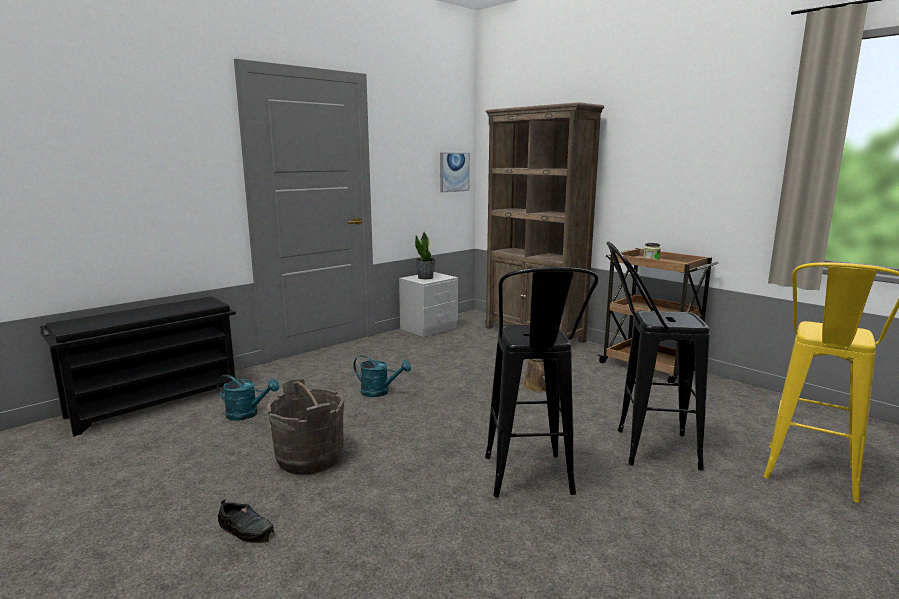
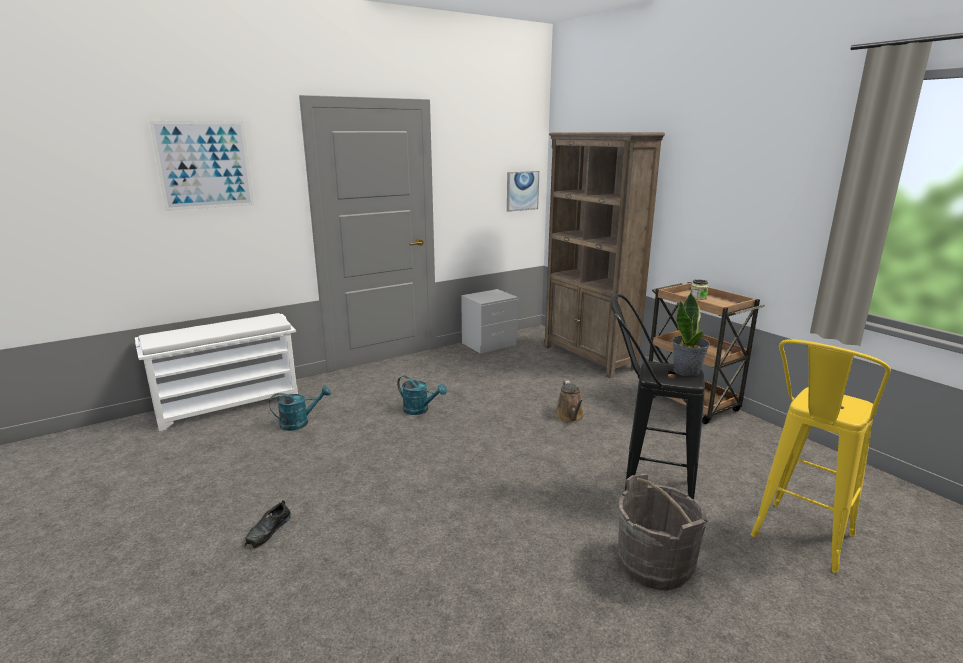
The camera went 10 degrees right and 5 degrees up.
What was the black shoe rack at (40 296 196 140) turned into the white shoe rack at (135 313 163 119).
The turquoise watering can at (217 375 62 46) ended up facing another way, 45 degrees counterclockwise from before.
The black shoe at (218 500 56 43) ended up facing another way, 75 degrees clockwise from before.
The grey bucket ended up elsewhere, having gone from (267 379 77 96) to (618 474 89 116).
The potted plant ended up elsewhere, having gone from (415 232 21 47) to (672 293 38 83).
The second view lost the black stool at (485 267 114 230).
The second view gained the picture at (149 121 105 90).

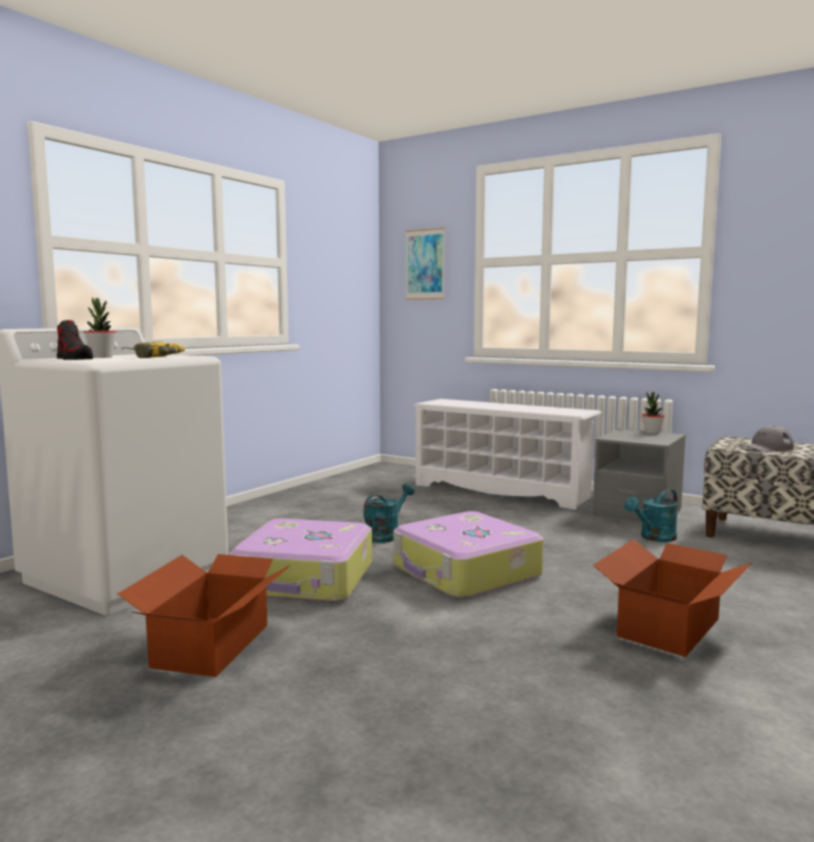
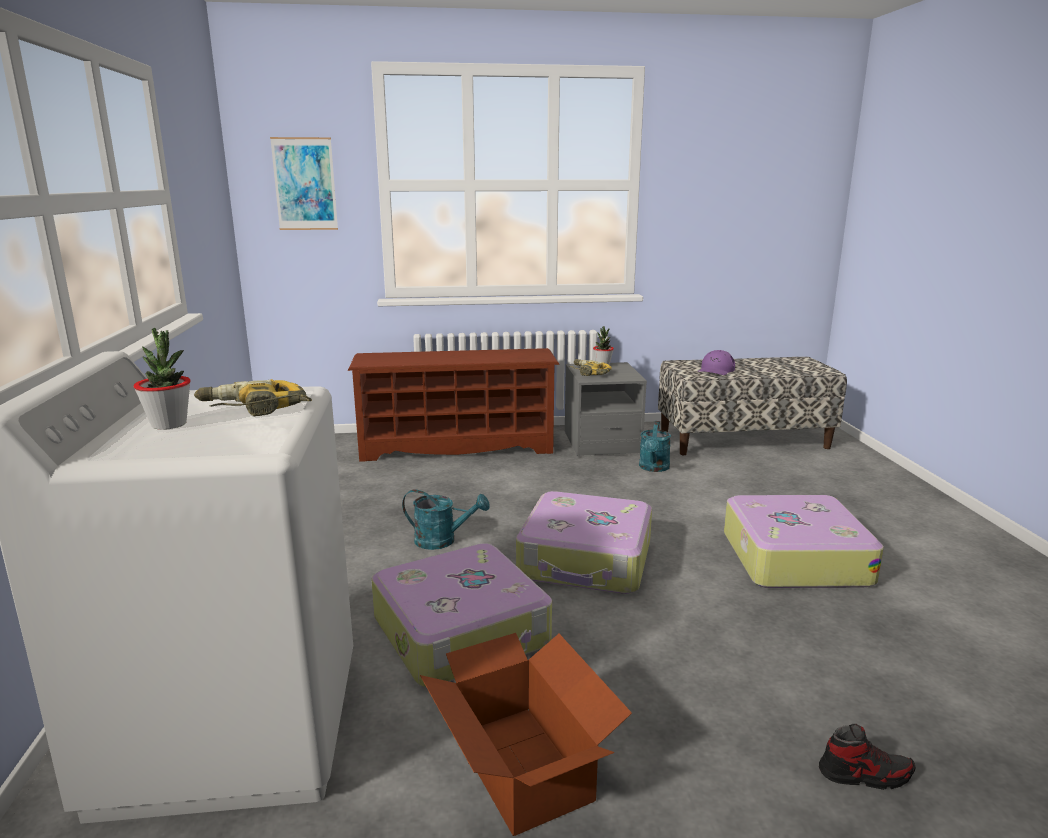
The camera went 40 degrees left and 10 degrees up.
The shoe ended up elsewhere, having gone from (57 320 36 40) to (819 724 97 66).
The turquoise watering can at (363 483 52 60) ended up facing another way, 105 degrees clockwise from before.
What was the white shoe rack at (413 399 189 111) turned into the brown shoe rack at (348 348 211 114).
Where the cardboard box stood at (593 539 159 118), the suitcase came to stand at (724 495 160 93).
What was the grey cap at (739 426 55 26) turned into the purple cap at (698 350 37 25).
The second view gained the power drill at (568 359 44 17).

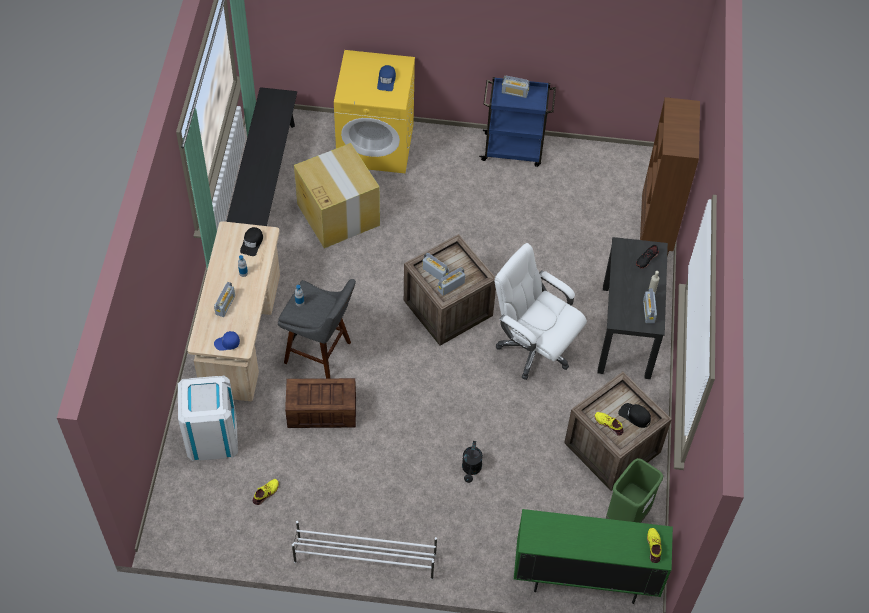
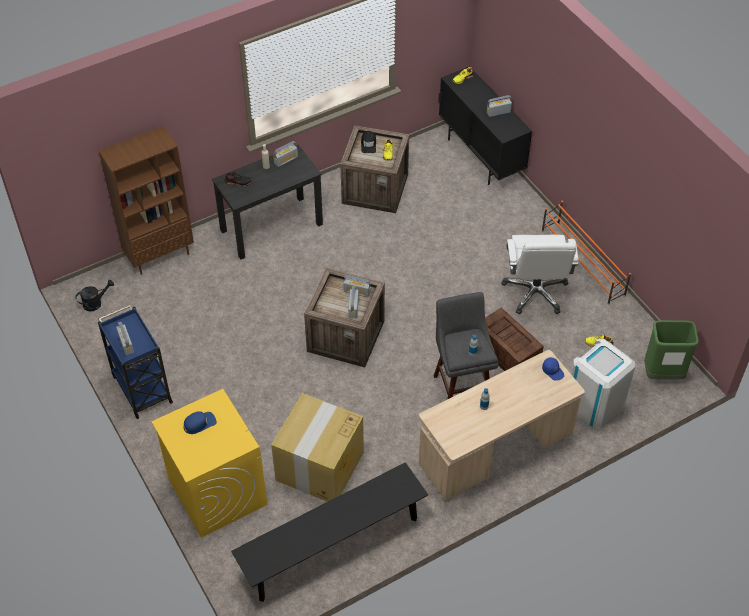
The camera went 125 degrees left and 5 degrees down.
The radio ended up elsewhere, having gone from (214 282 21 35) to (487 95 25 22).
The second view lost the black cap at (240 227 23 29).
What was the white shoe rack at (292 521 145 59) turned into the orange shoe rack at (542 201 89 104).
The black watering can ended up elsewhere, having gone from (462 441 21 42) to (75 280 39 32).
The white office chair ended up elsewhere, having gone from (494 243 93 137) to (501 235 78 79).
What was the green cabinet at (514 509 159 95) turned into the black cabinet at (438 66 94 119).
The green trash can ended up elsewhere, having gone from (606 458 57 65) to (644 320 55 59).

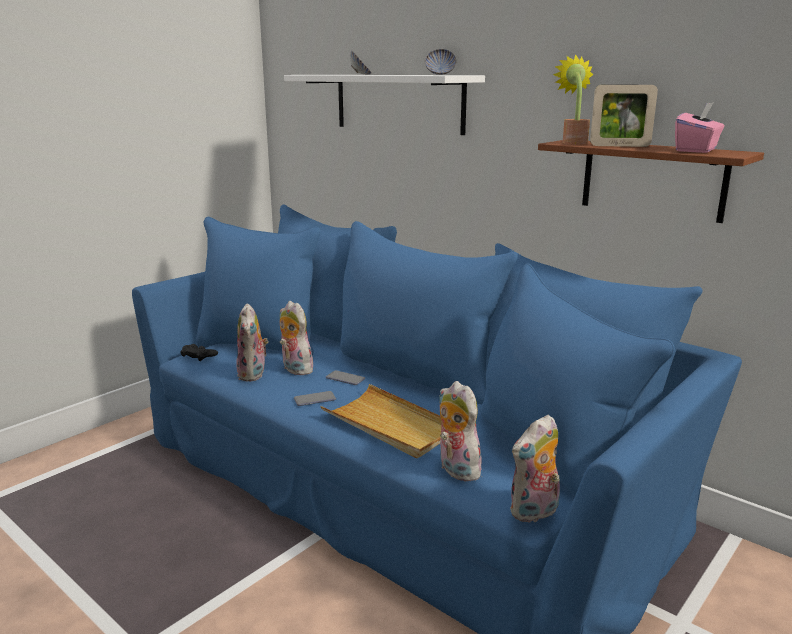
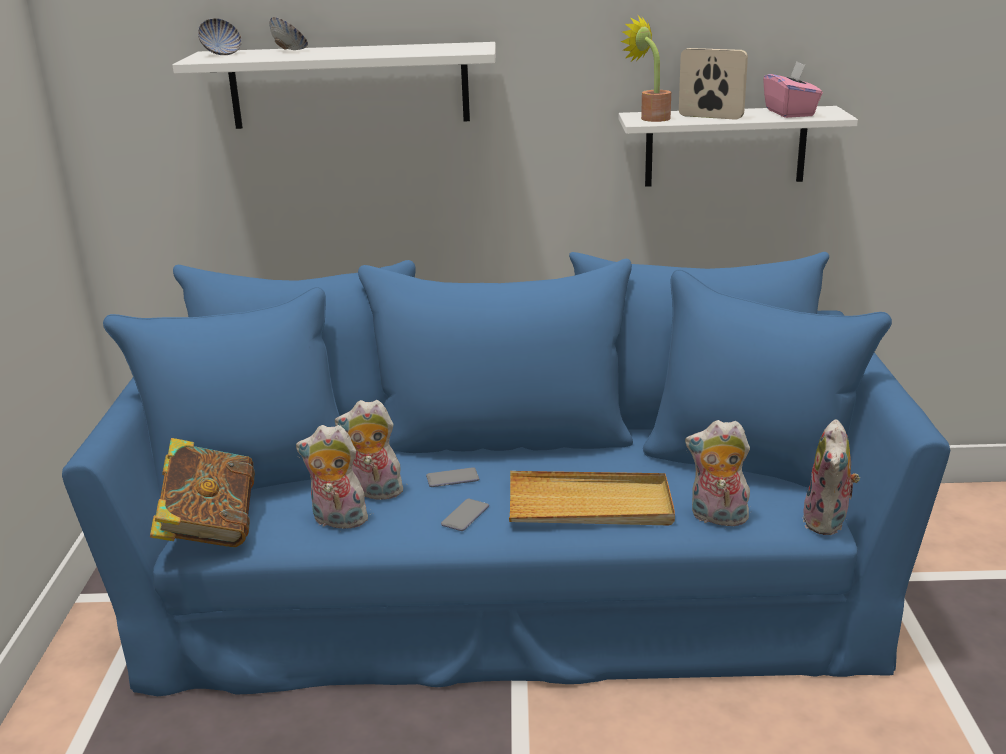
The camera went 40 degrees left and 5 degrees up.
Where the black game controller stood at (180 344 38 17), the book came to stand at (150 438 105 109).
The plush toy at (236 303 33 78) ended up facing another way, 150 degrees clockwise from before.
The bowl ended up elsewhere, having gone from (425 49 31 26) to (198 18 44 37).
What was the brown shelf at (538 140 226 83) turned into the white shelf at (619 106 239 81).
The picture frame at (590 85 68 62) ended up facing another way, 120 degrees counterclockwise from before.

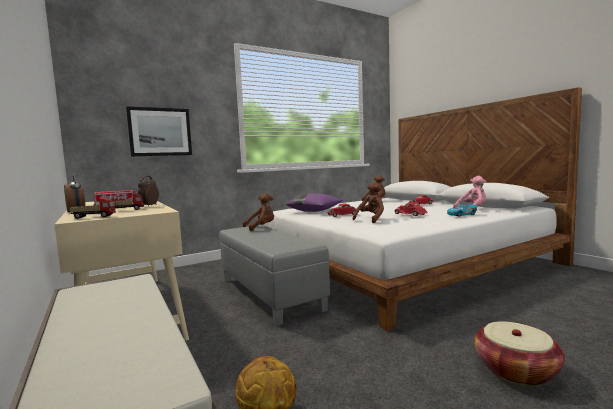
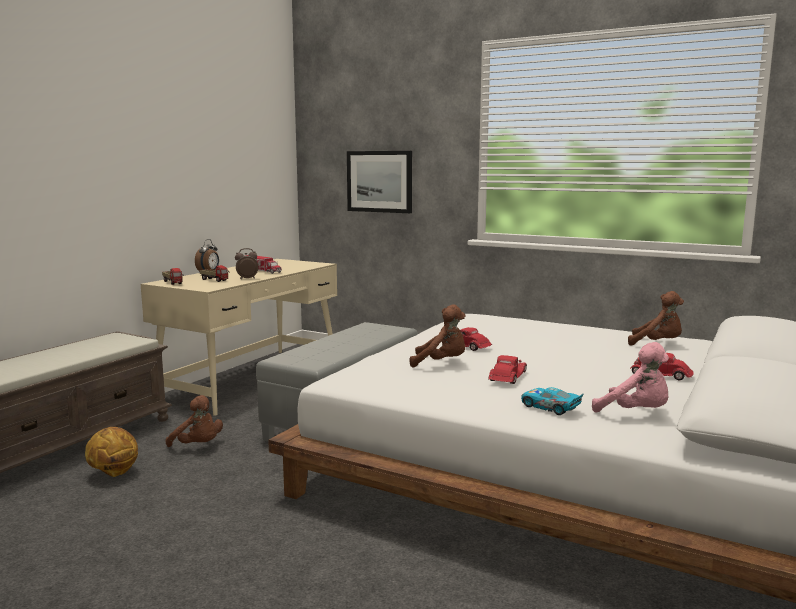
The camera went 60 degrees right and 5 degrees up.
The brown plush toy ended up elsewhere, having gone from (243 193 31 38) to (165 395 58 52).
The second view lost the purple pillow at (286 193 57 19).
The second view lost the basket at (474 321 91 65).

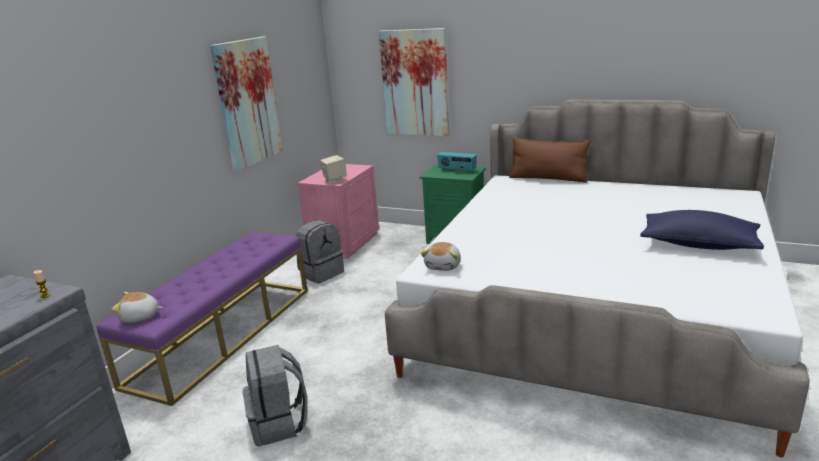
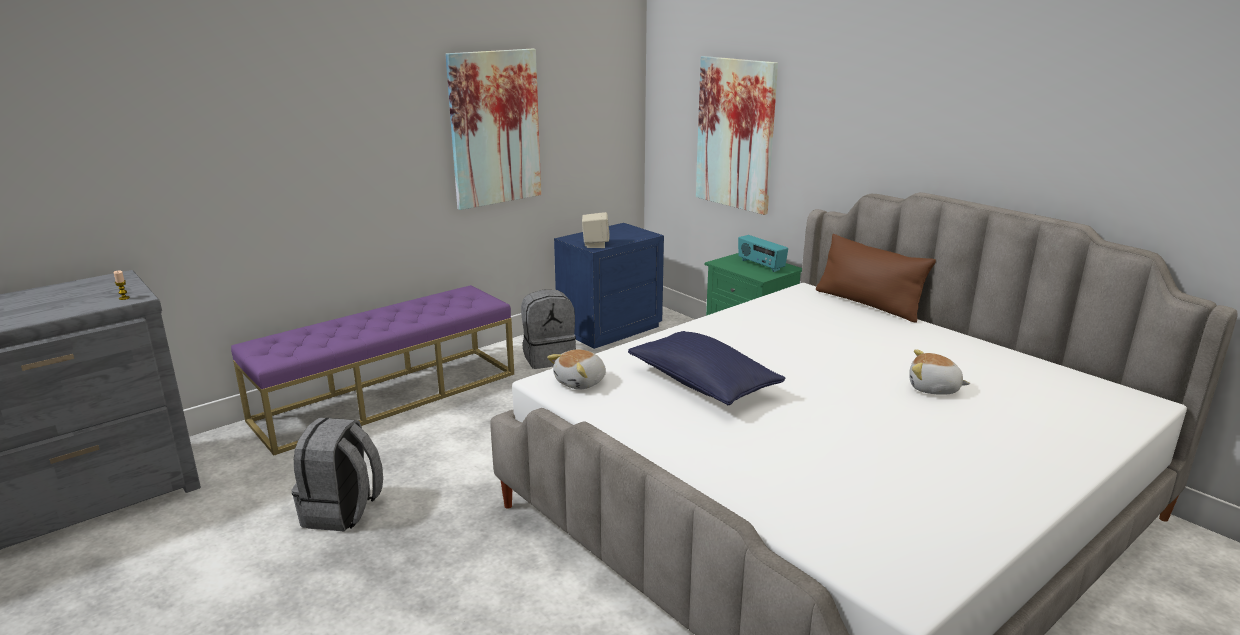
The camera went 25 degrees right and 0 degrees up.
The plush toy ended up elsewhere, having gone from (112 292 51 31) to (909 349 61 46).
What was the pink nightstand at (297 164 82 95) turned into the blue nightstand at (554 223 110 126).
The blue pillow ended up elsewhere, having gone from (640 210 124 40) to (628 331 157 74).

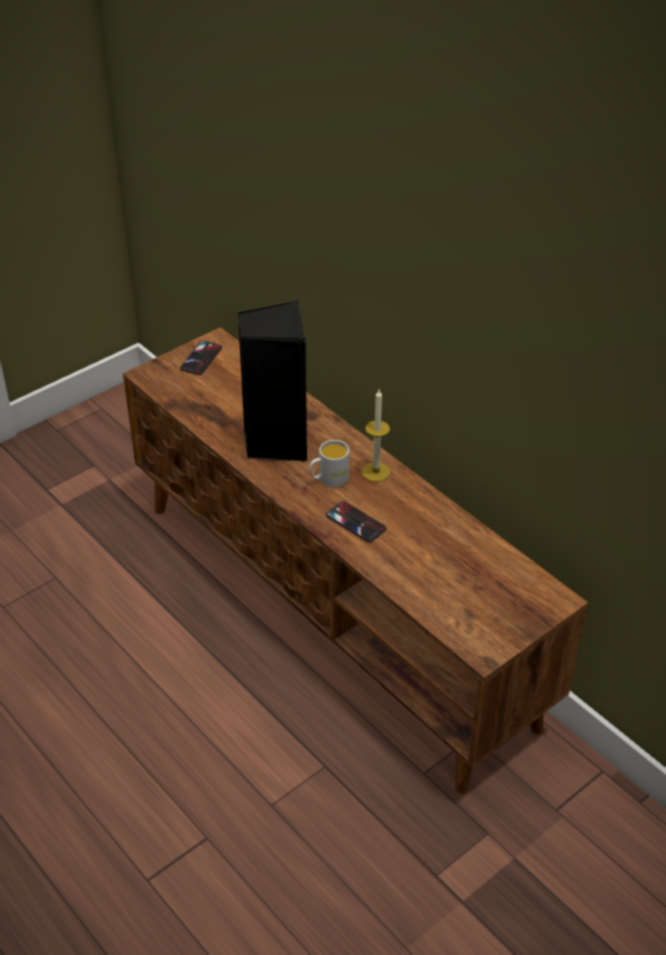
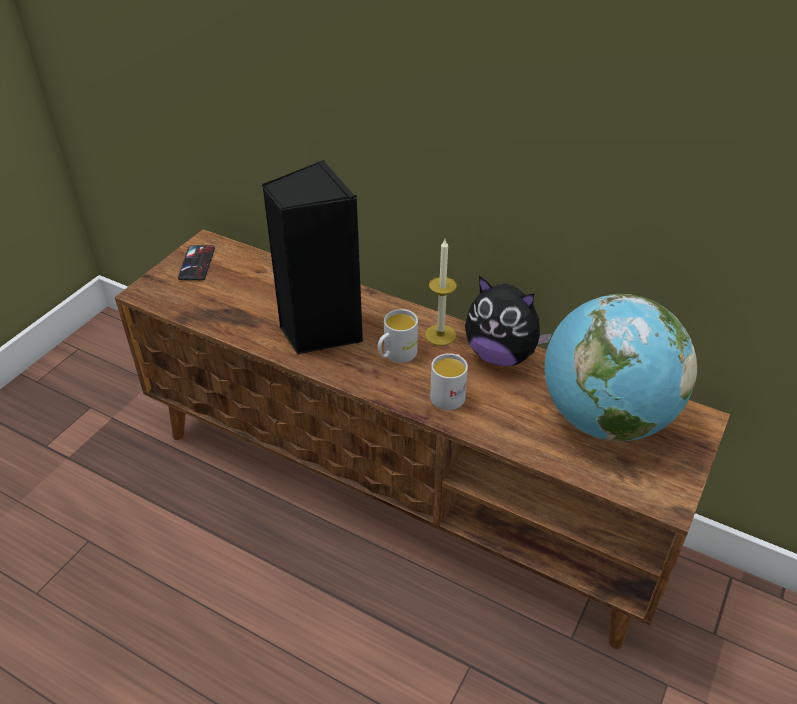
The camera went 20 degrees left and 0 degrees up.
Where the phone stood at (326 501 61 42), the white mug came to stand at (430 353 38 57).
The second view gained the plush toy at (465 276 87 90).
The second view gained the globe at (545 294 152 147).

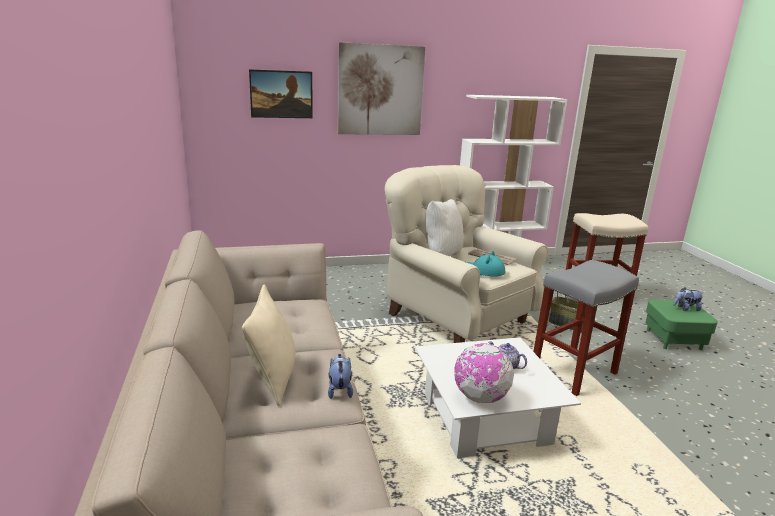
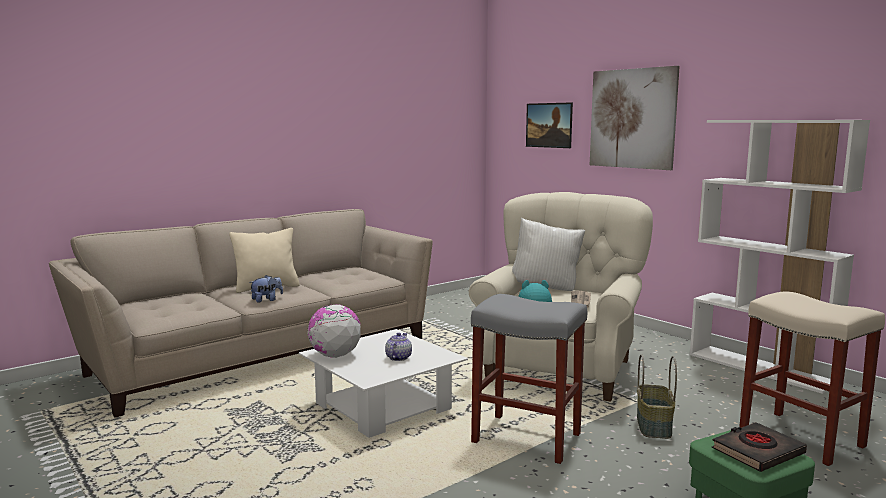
The camera went 65 degrees right and 10 degrees down.
Where the plush toy stood at (673 287 31 24), the black book came to stand at (712 422 95 50).

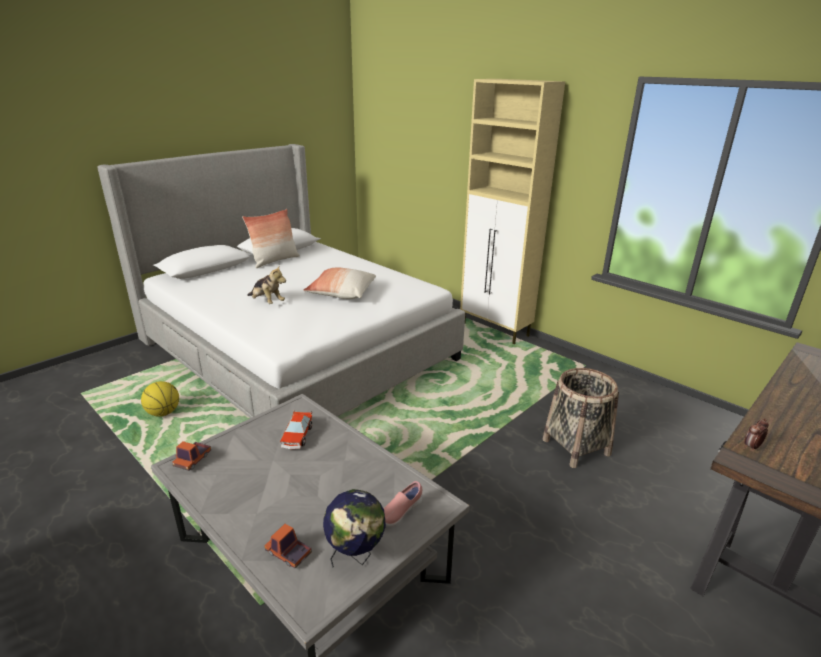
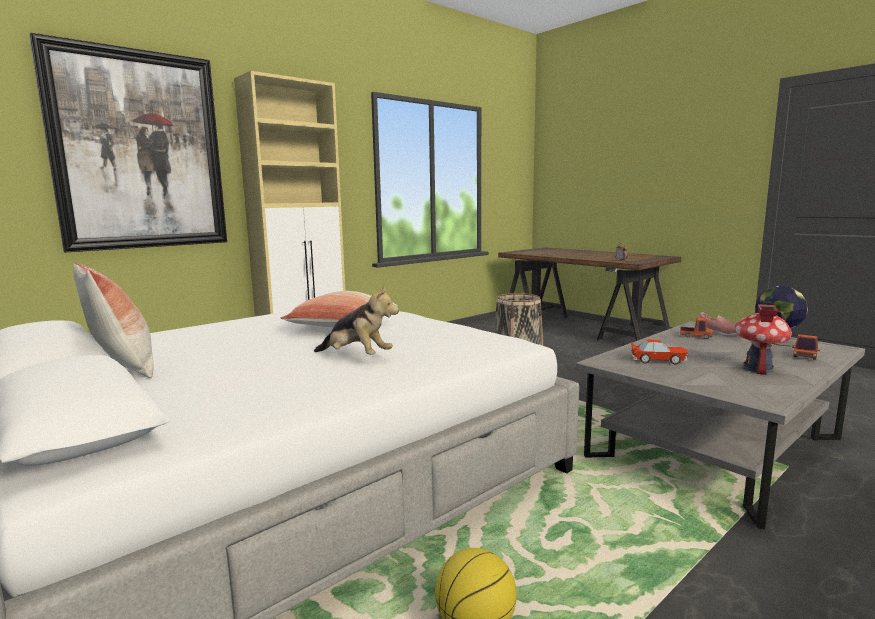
The camera went 85 degrees left and 15 degrees down.
The toy truck ended up elsewhere, having gone from (172 441 39 30) to (680 317 33 22).
The plush toy at (247 267 39 37) ended up facing another way, 75 degrees clockwise from before.
The second view gained the picture at (29 32 198 220).
The second view gained the toy house at (735 304 57 71).

